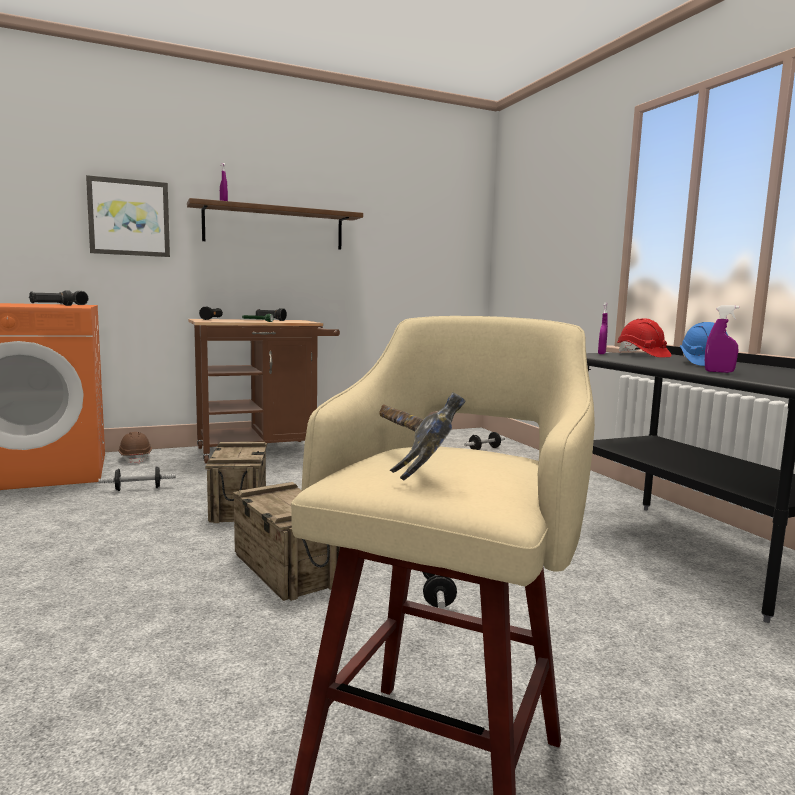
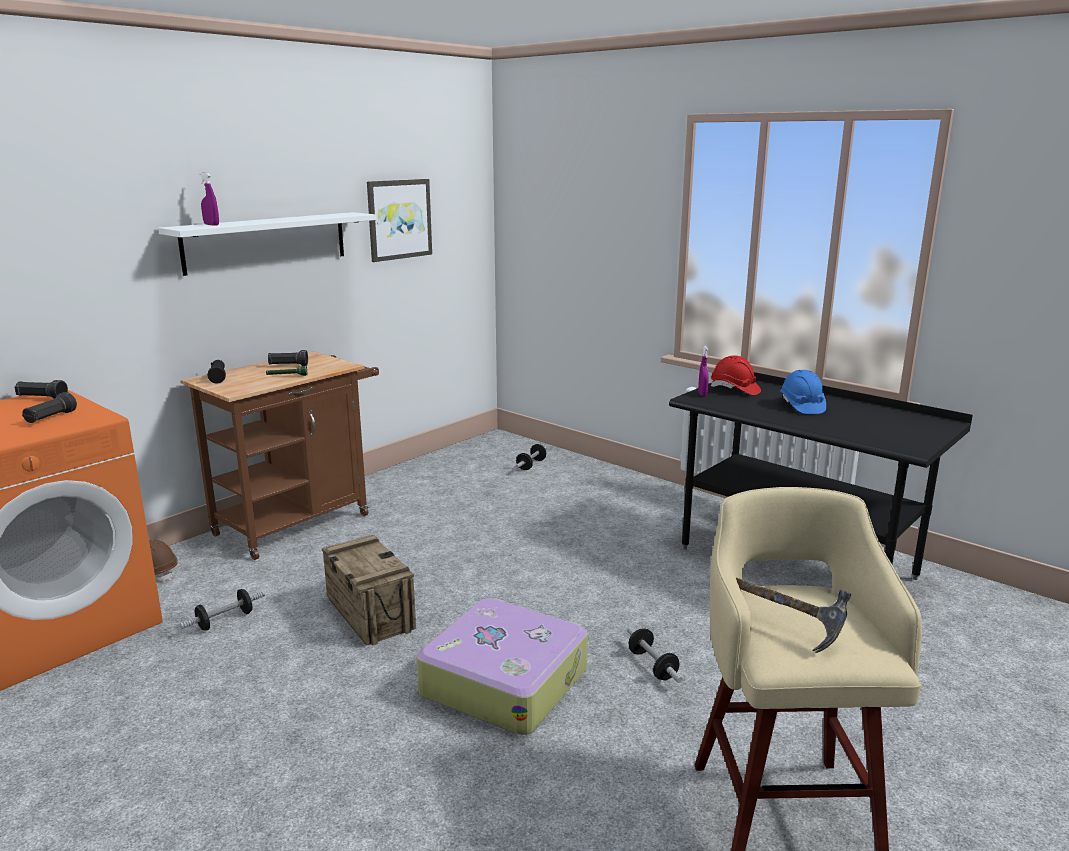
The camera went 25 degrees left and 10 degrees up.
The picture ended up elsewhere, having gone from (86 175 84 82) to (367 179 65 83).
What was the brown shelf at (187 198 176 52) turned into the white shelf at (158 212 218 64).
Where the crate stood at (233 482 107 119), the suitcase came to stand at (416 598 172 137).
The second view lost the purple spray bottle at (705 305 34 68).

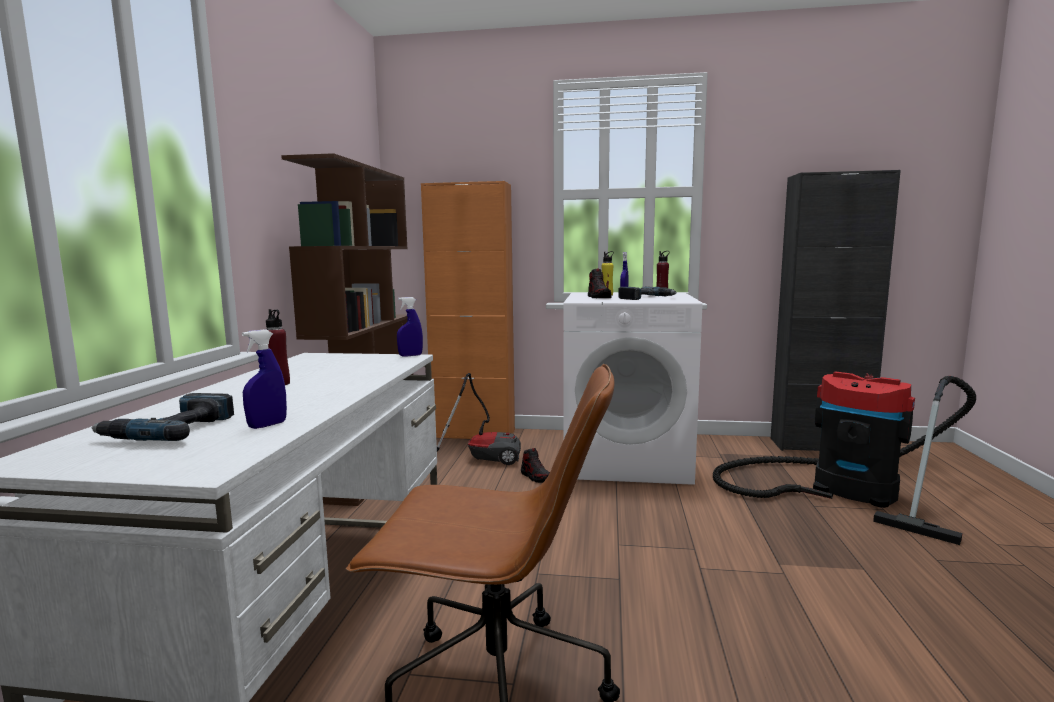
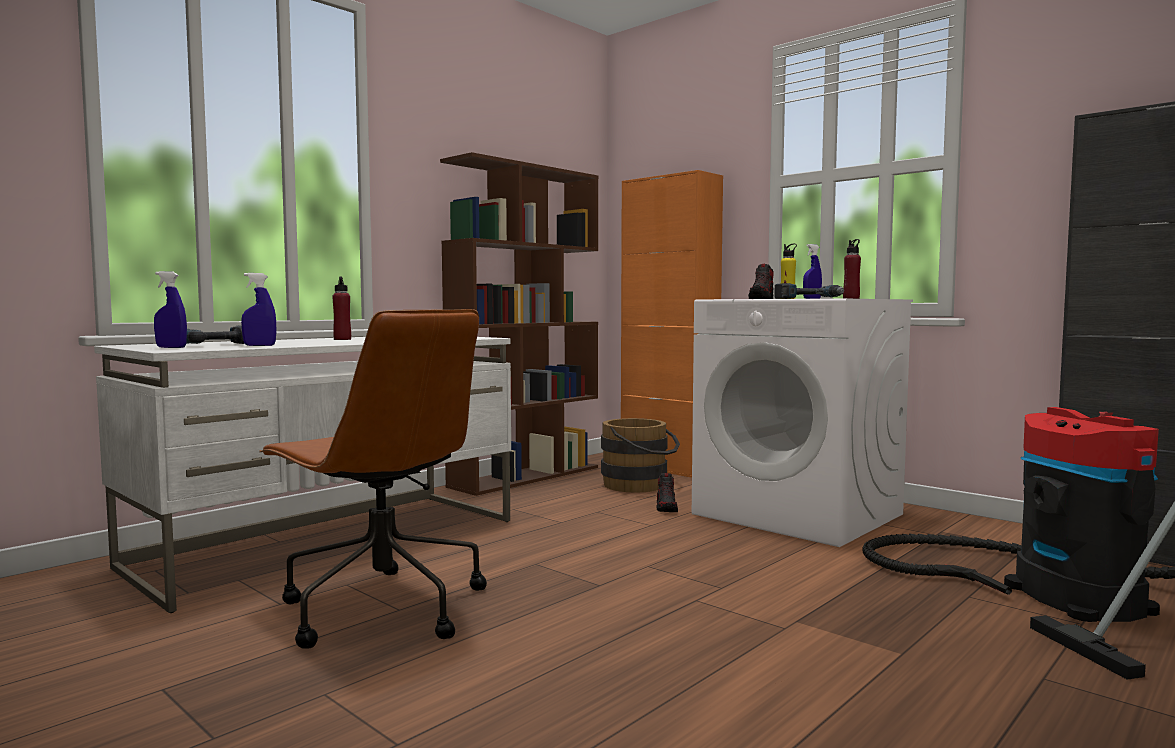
The camera went 35 degrees right and 5 degrees down.
The blue spray bottle ended up elsewhere, having gone from (397 297 26 59) to (154 271 33 77).
Where the vacuum cleaner stood at (437 373 84 92), the brown bucket came to stand at (601 418 79 75).

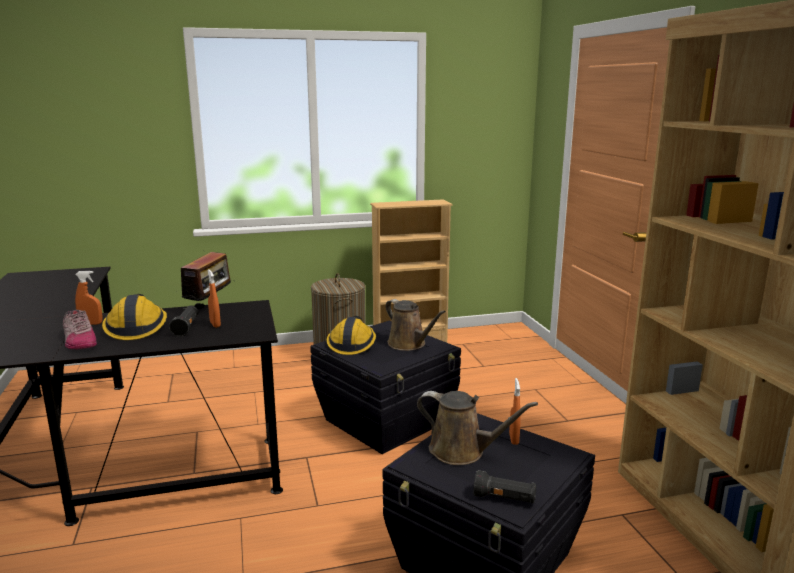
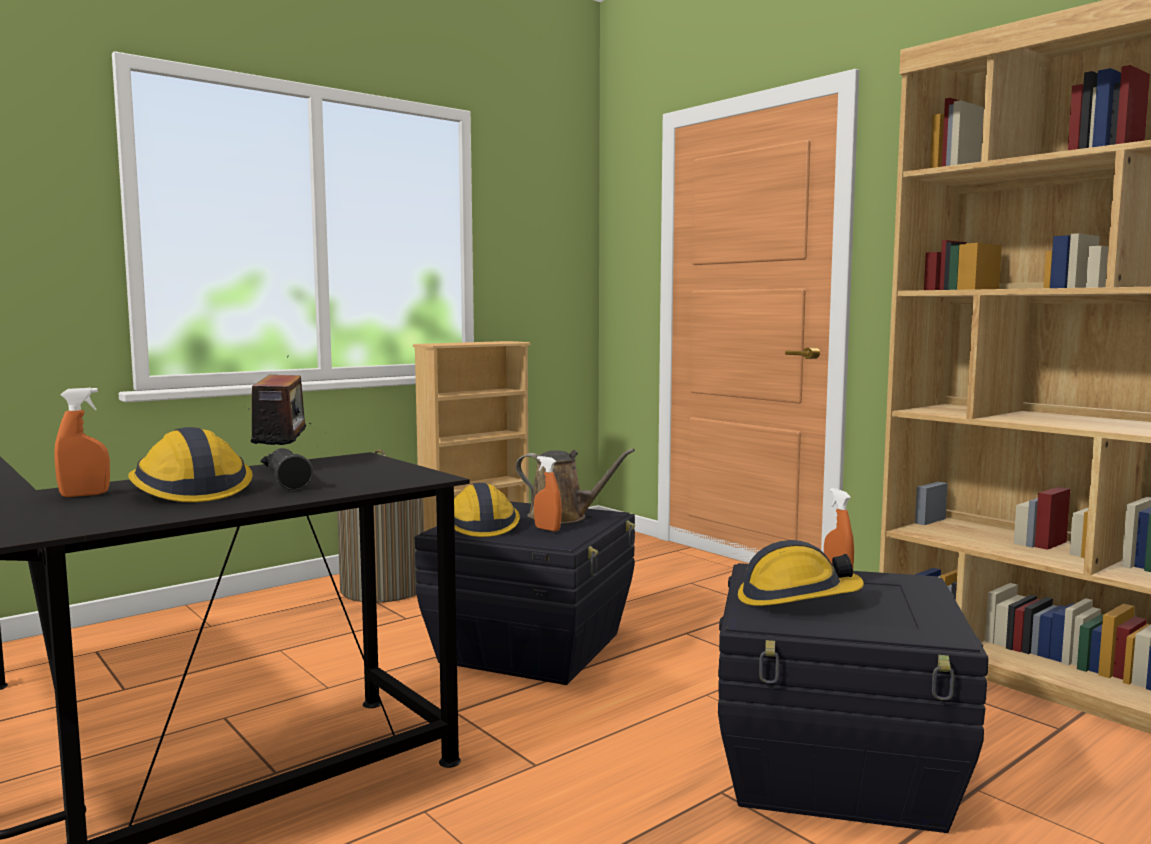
The camera went 25 degrees left and 10 degrees down.
The second view lost the shoe at (63 309 34 41).
The orange spray bottle ended up elsewhere, having gone from (207 270 14 58) to (534 456 28 75).
Where the brown watering can stood at (417 391 121 74), the hard hat came to stand at (738 540 126 66).
The second view lost the black flashlight at (473 470 63 33).

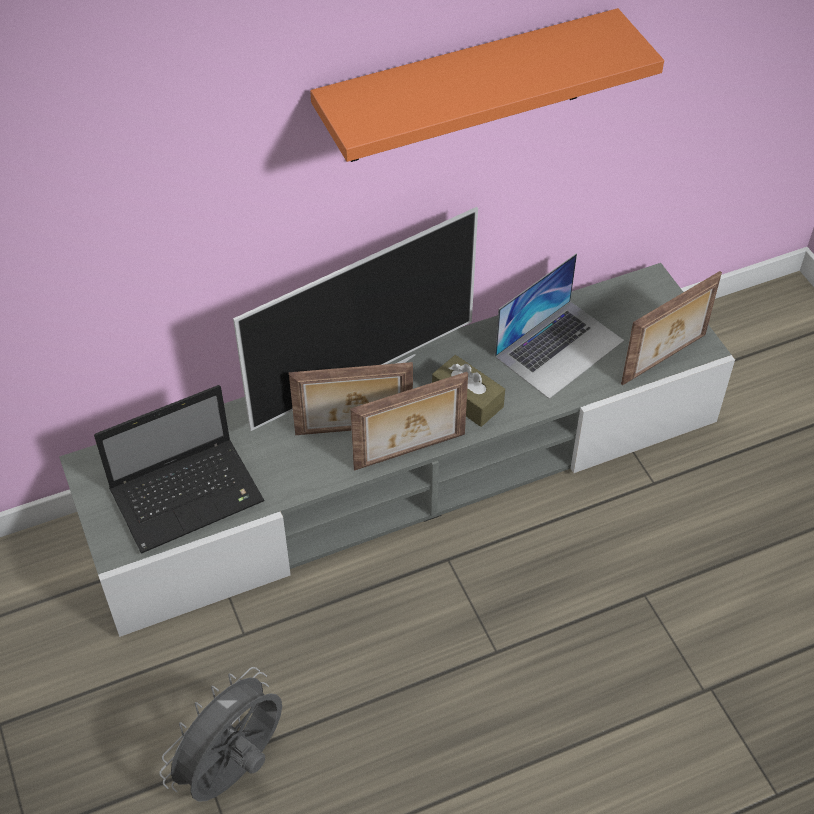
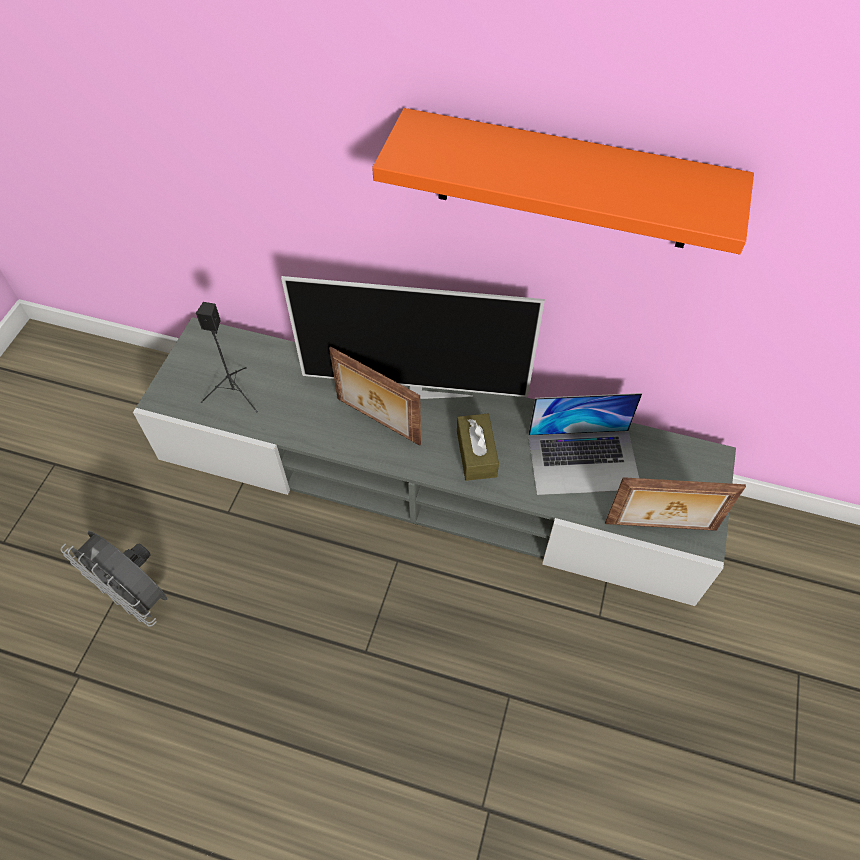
The camera went 40 degrees right and 5 degrees up.
Where the laptop stood at (94 385 171 168), the black speaker came to stand at (196 302 62 111).
The grey fan at (159 667 123 135) ended up facing another way, 135 degrees counterclockwise from before.
The second view lost the picture frame at (350 372 118 99).

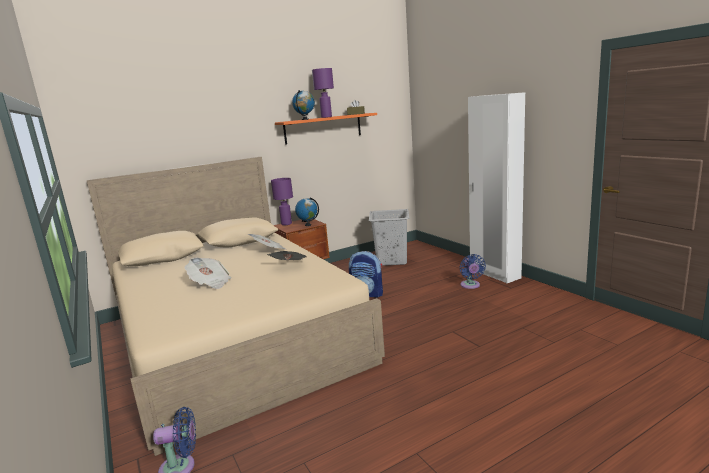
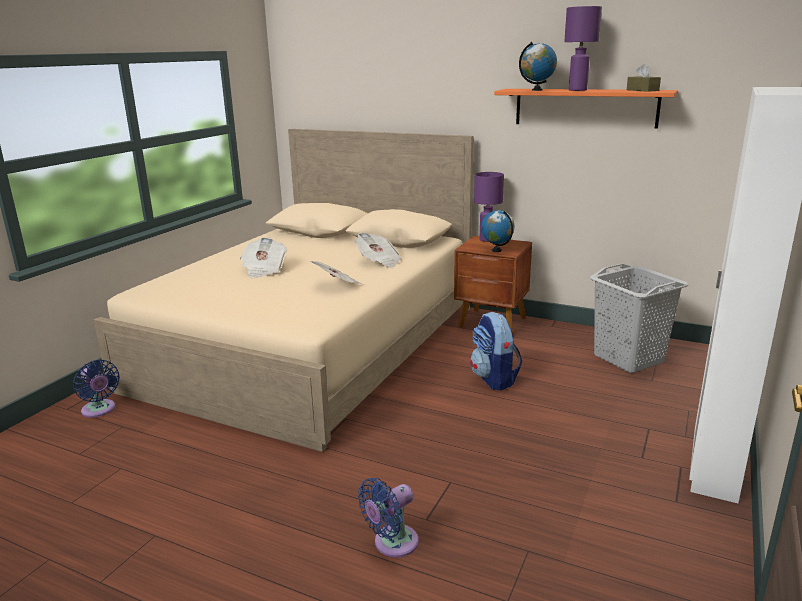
The camera went 55 degrees right and 5 degrees up.
The blue fan ended up elsewhere, having gone from (460 254 26 35) to (358 478 61 79).

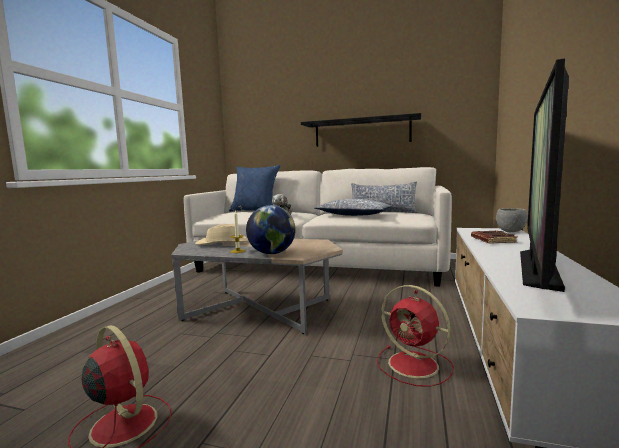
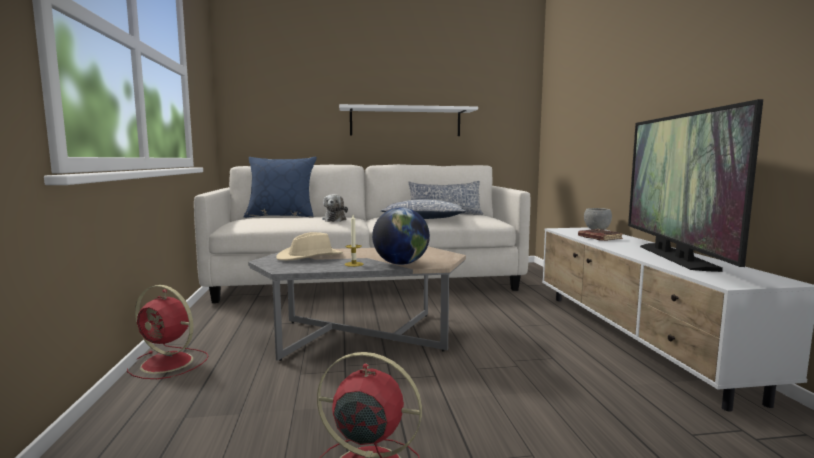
The camera went 25 degrees left and 0 degrees up.
What was the black shelf at (301 113 120 34) turned into the white shelf at (339 104 139 32).
The red fan ended up elsewhere, having gone from (377 285 77 102) to (127 285 81 94).

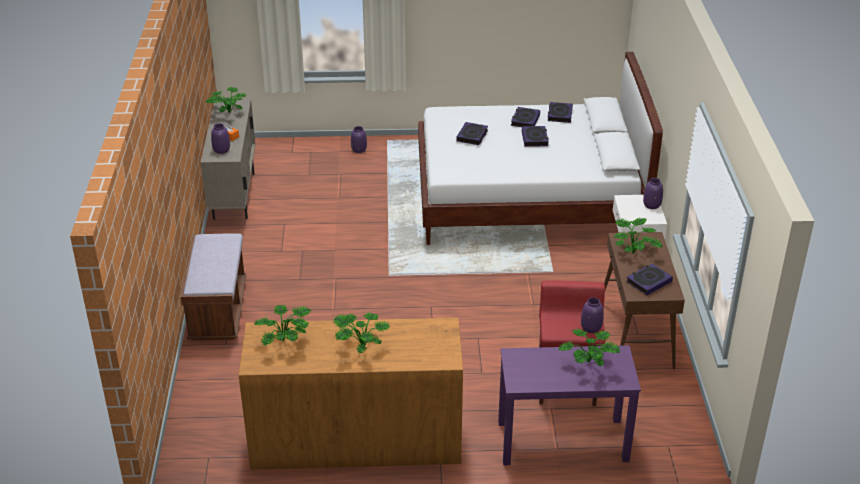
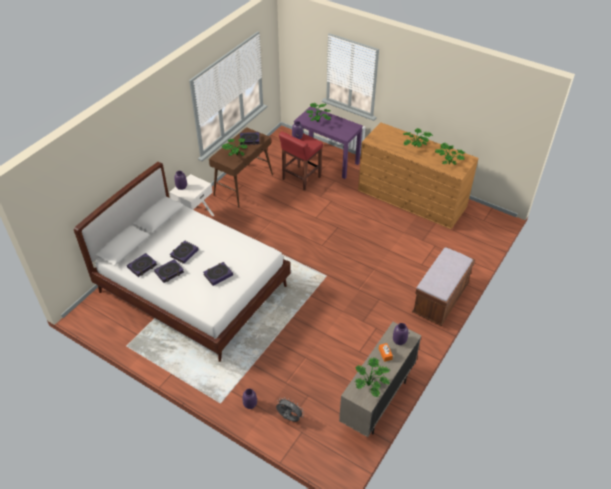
The camera went 145 degrees left and 10 degrees up.
The second view gained the grey fan at (276 398 28 24).

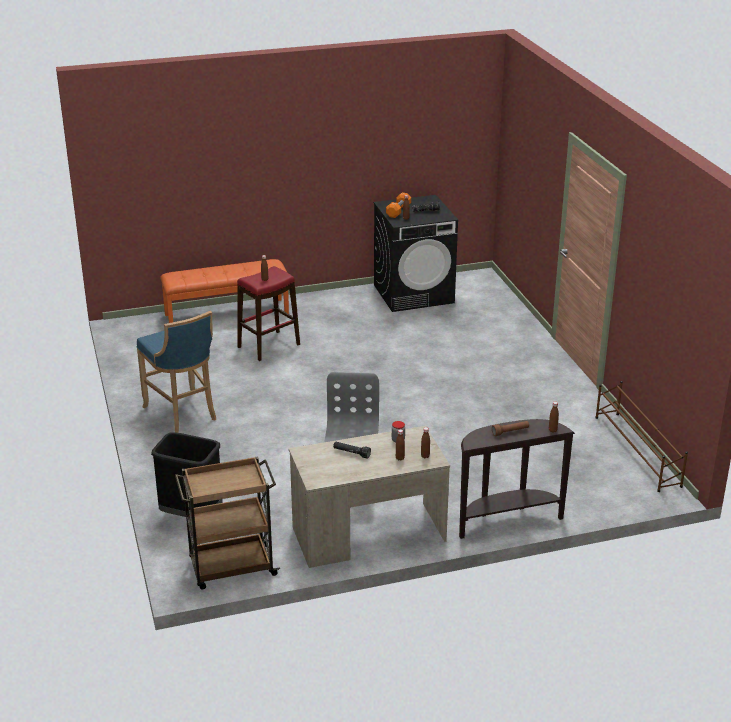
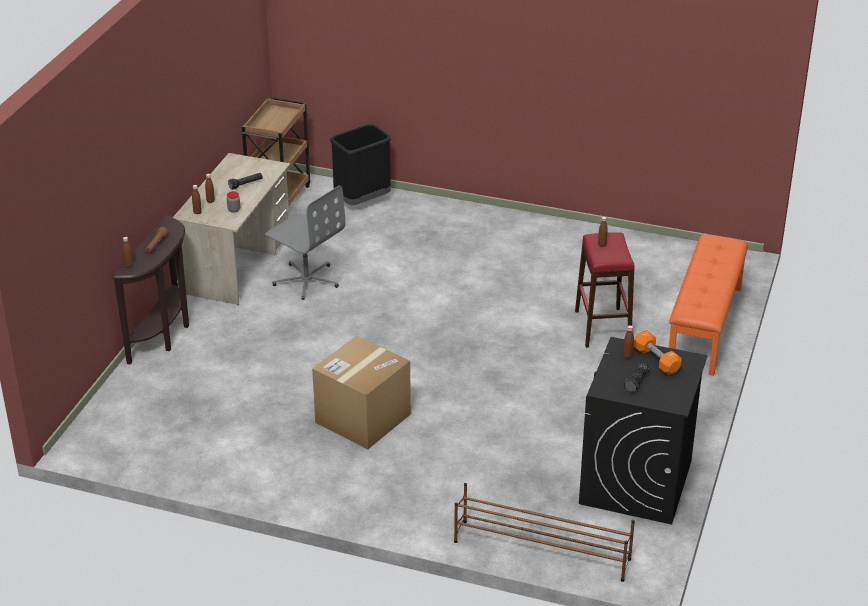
The camera went 125 degrees right and 5 degrees up.
The second view lost the blue stool at (137 311 79 122).
The brown shoe rack ended up elsewhere, having gone from (595 381 93 111) to (454 483 181 99).
The second view gained the cardboard box at (312 336 99 113).

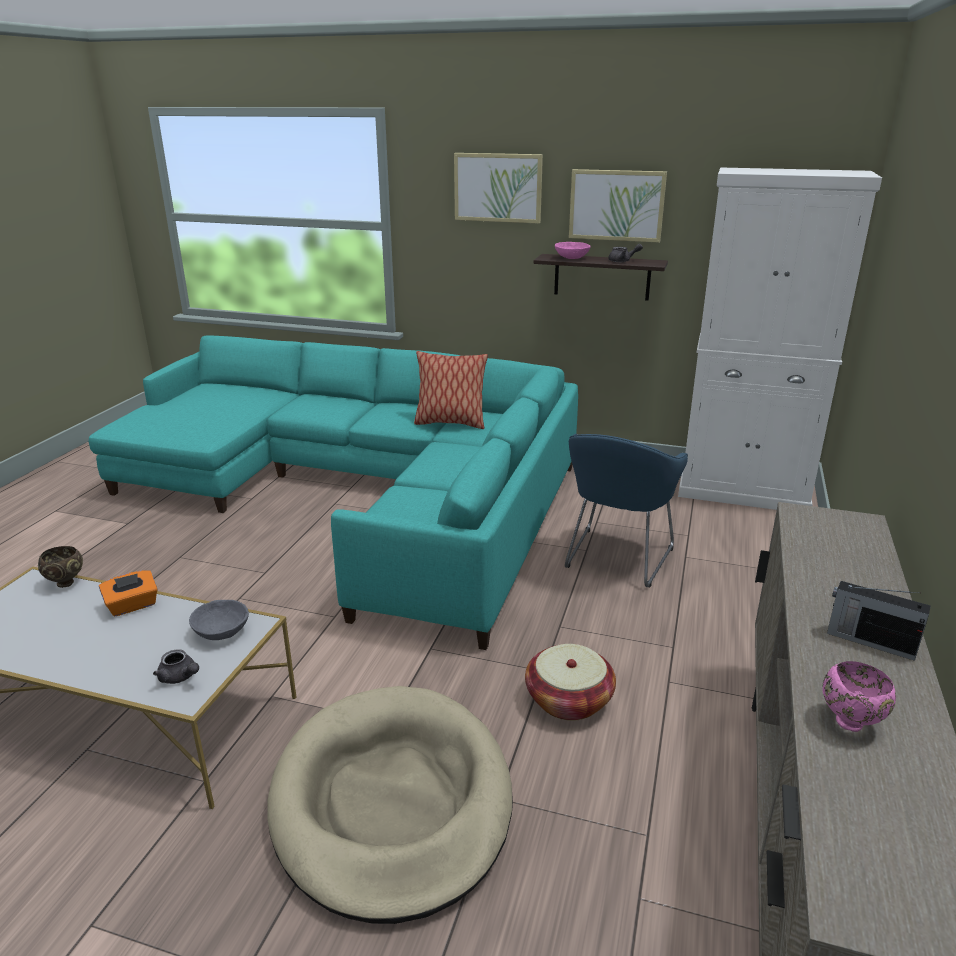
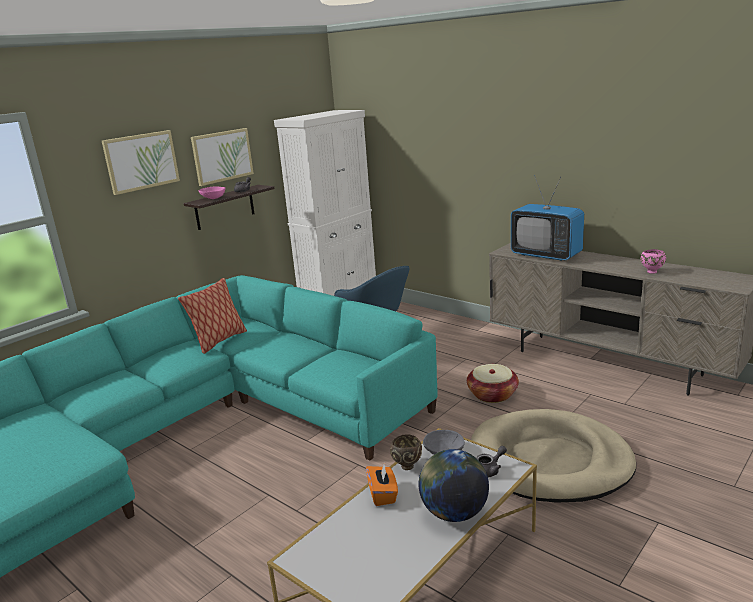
The camera went 65 degrees left and 5 degrees down.
The brown bowl ended up elsewhere, having gone from (38 546 45 42) to (390 434 32 36).
The second view lost the radio at (827 581 104 80).
The second view gained the globe at (419 449 70 73).
The second view gained the television at (511 175 73 86).

